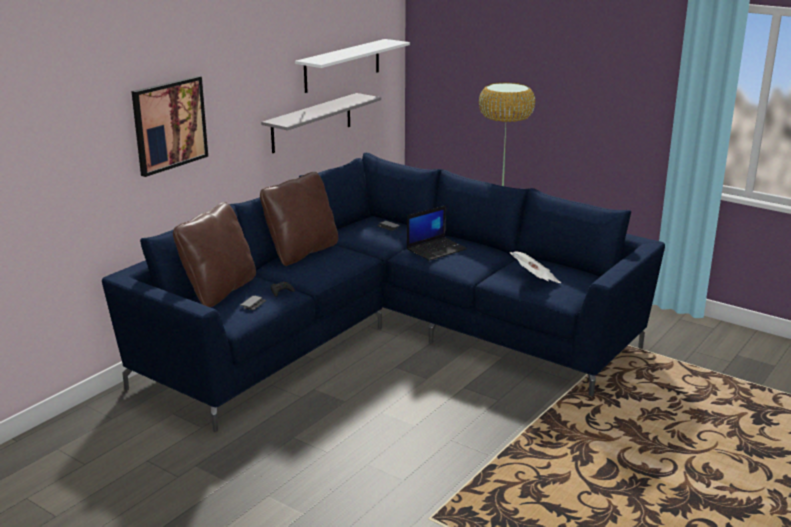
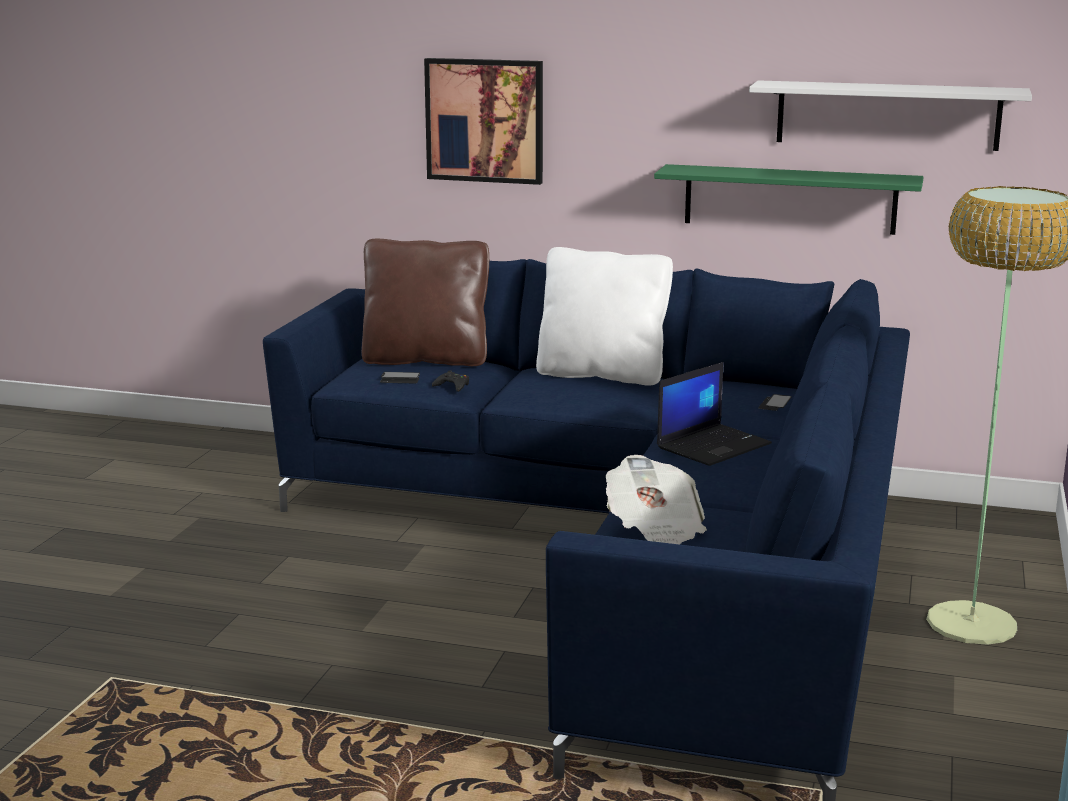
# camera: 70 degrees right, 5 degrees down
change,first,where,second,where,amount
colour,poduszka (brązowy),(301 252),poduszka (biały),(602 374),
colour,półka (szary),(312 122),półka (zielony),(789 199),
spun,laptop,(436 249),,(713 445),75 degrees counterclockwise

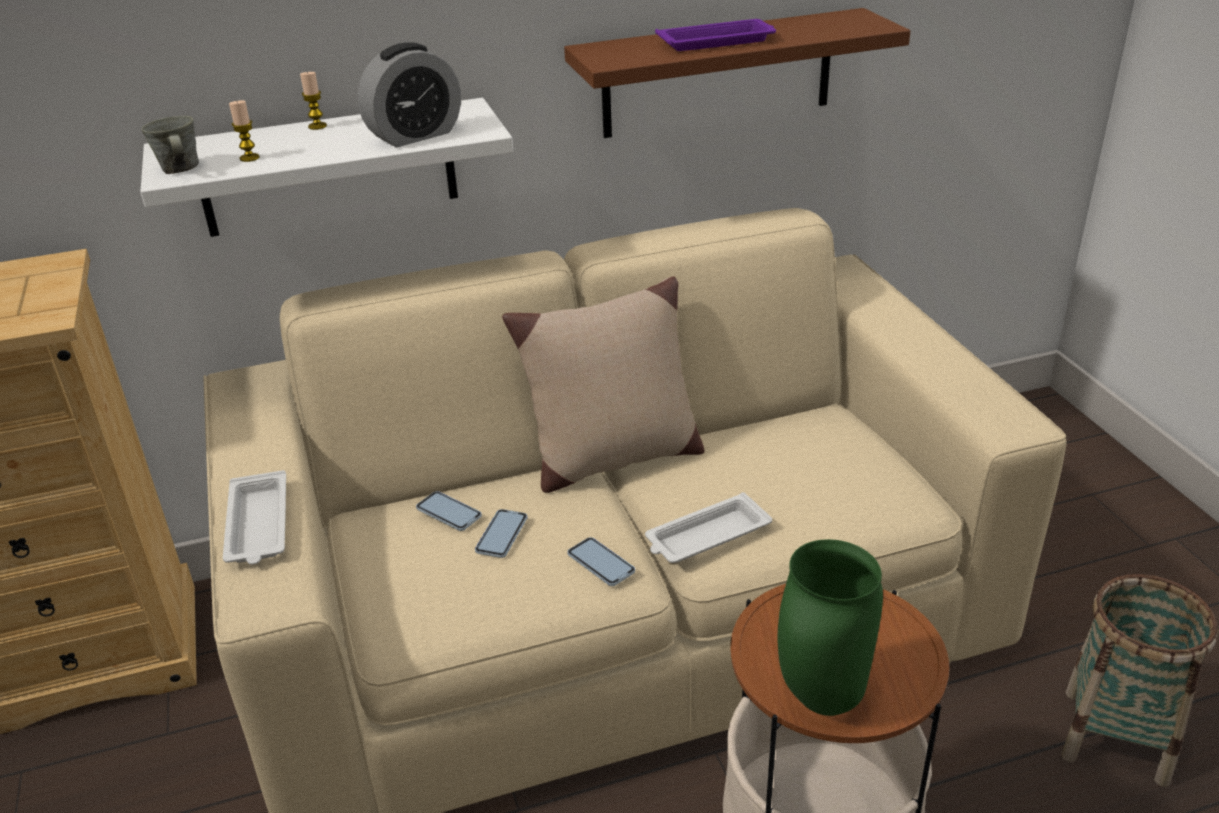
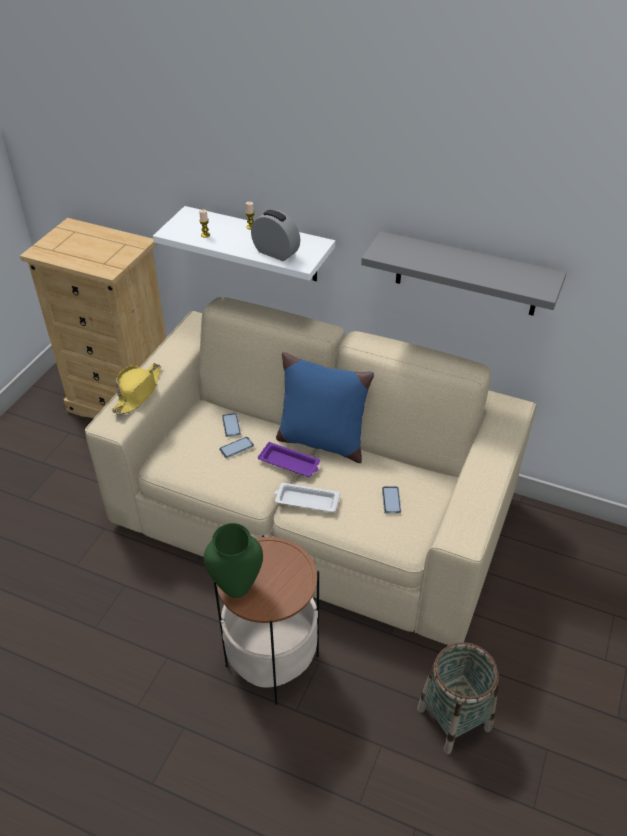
# camera: 40 degrees right, 10 degrees up
change,first,where,second,where,amount
missing,kubek (szary),(180 169),,,
exchanged,taca (biały),(258 526),kapelusz (żółty),(138 392),
spun,budzik,(415 135),,(276 252),150 degrees counterclockwise
colour,poduszka (beżowy),(612 459),poduszka (niebieski),(321 441),
colour,półka (brązowy),(718 74),półka (szary),(466 274),
relocated,telefon,(601 563),,(391 500),
relocated,taca (fioletowy),(717 41),,(290 463),

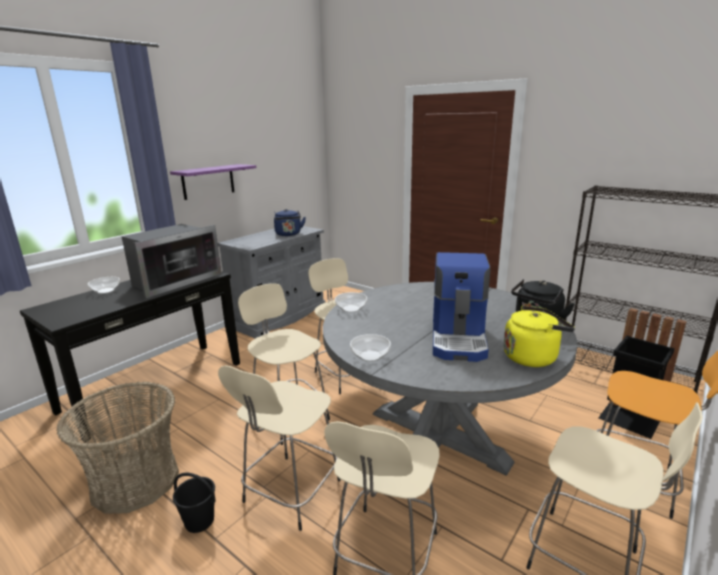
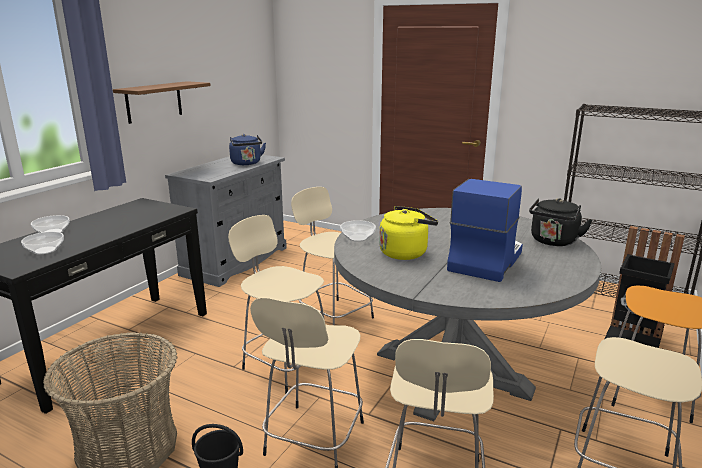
# camera: 10 degrees left, 0 degrees up
change,first,where,second,where,amount
missing,mikrofalówka,(174 281),,,
colour,półka (fioletowy),(208 181),półka (brązowy),(154 102),
relocated,miska,(371 356),,(46 250),
spun,ekspres do kawy,(459 338),,(484 260),150 degrees counterclockwise
relocated,czajnik (żółty),(532 357),,(406 252),

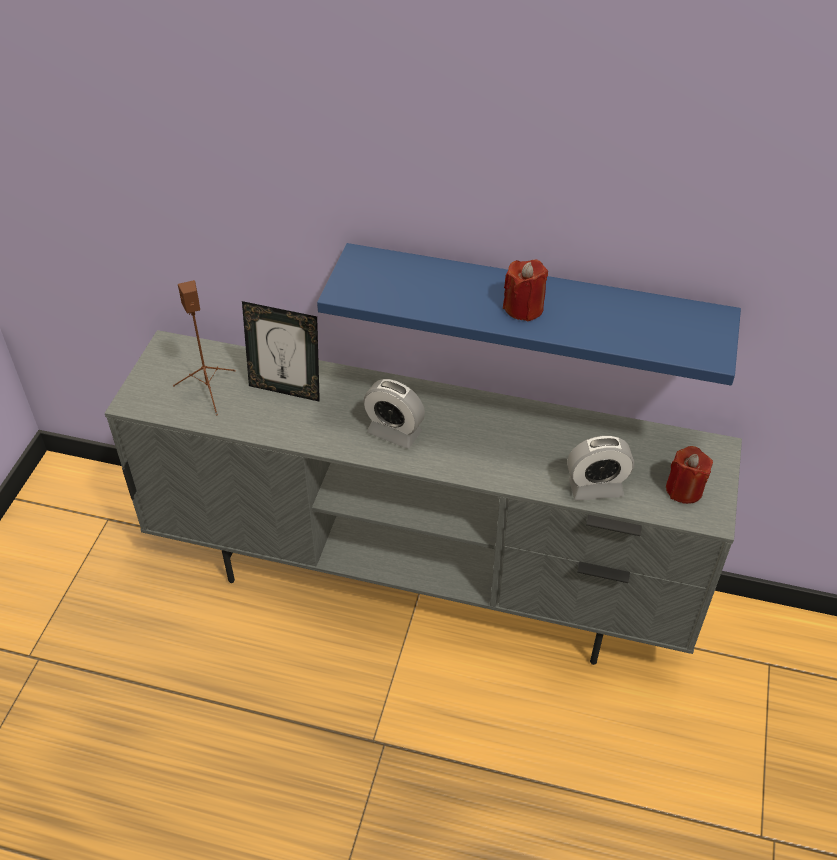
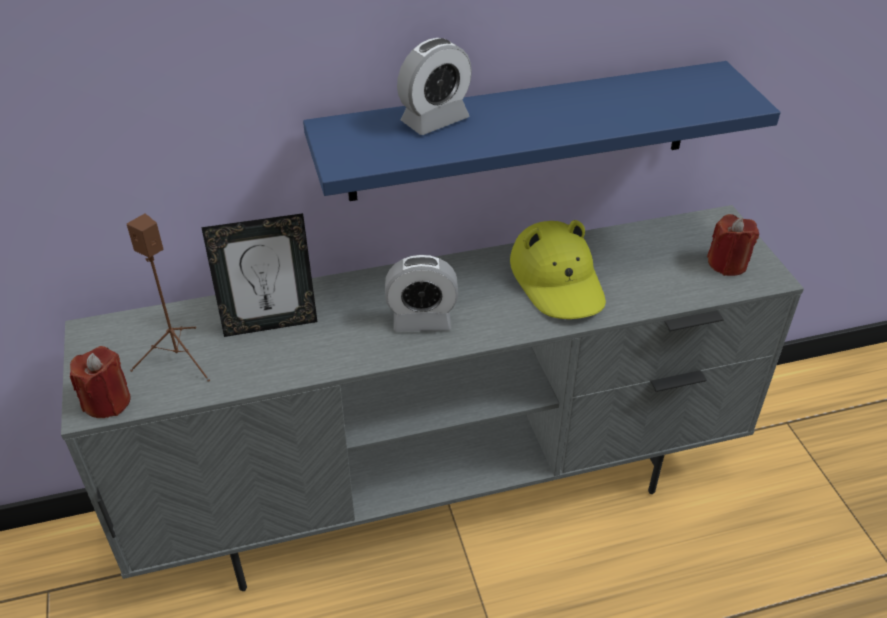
# camera: 30 degrees left, 5 degrees down
change,first,where,second,where,amount
relocated,świeca (czerwony),(523 308),,(107 402),
relocated,budzik,(595 488),,(435 120),
appeared,,,kapelusz (żółty),(558 281),

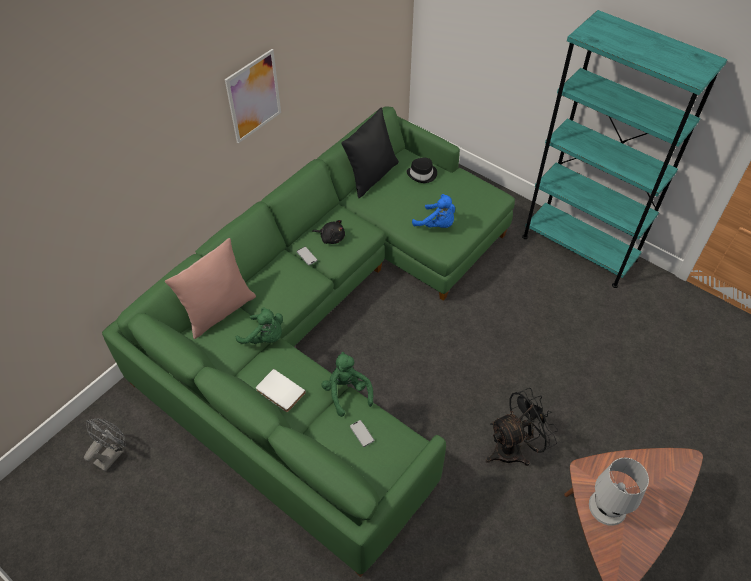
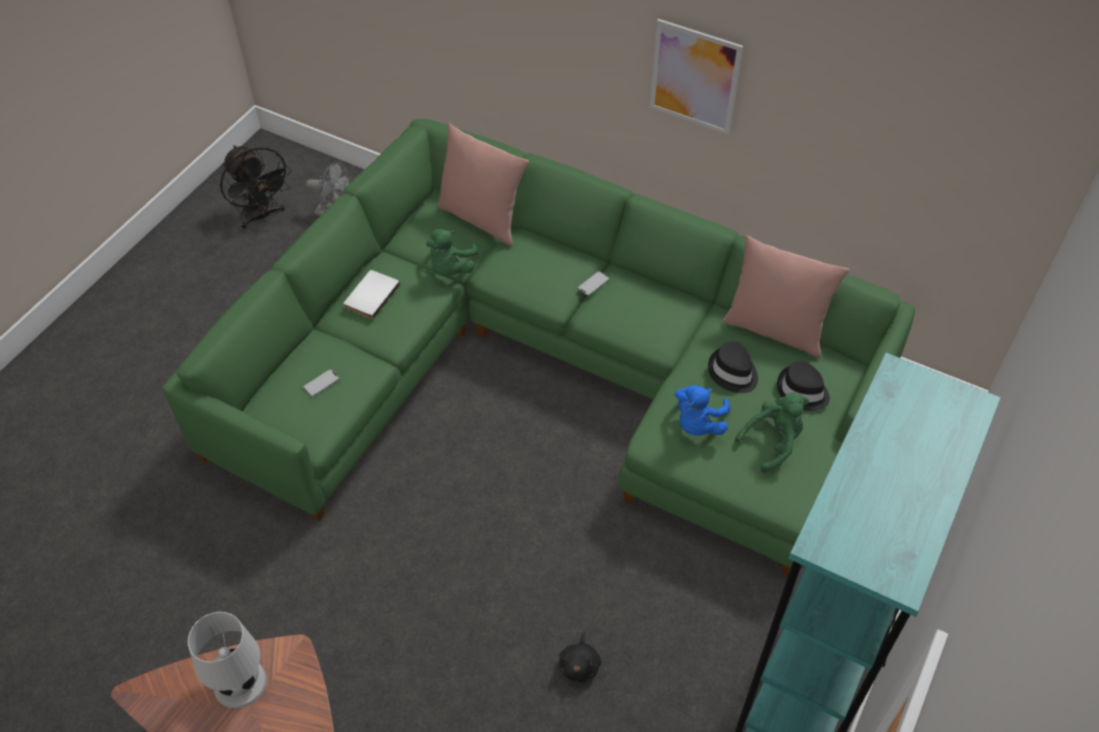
# camera: 80 degrees right, 0 degrees up
change,first,where,second,where,amount
relocated,pluszak (czarny),(331 238),,(580 664),
relocated,pluszak (zielony),(347 392),,(773 442),
colour,poduszka (czarny),(371 176),poduszka (różowy),(775 329),
relocated,wentylator (czarny),(513 449),,(262 216),
appeared,,,kapelusz (czarny),(732 372),

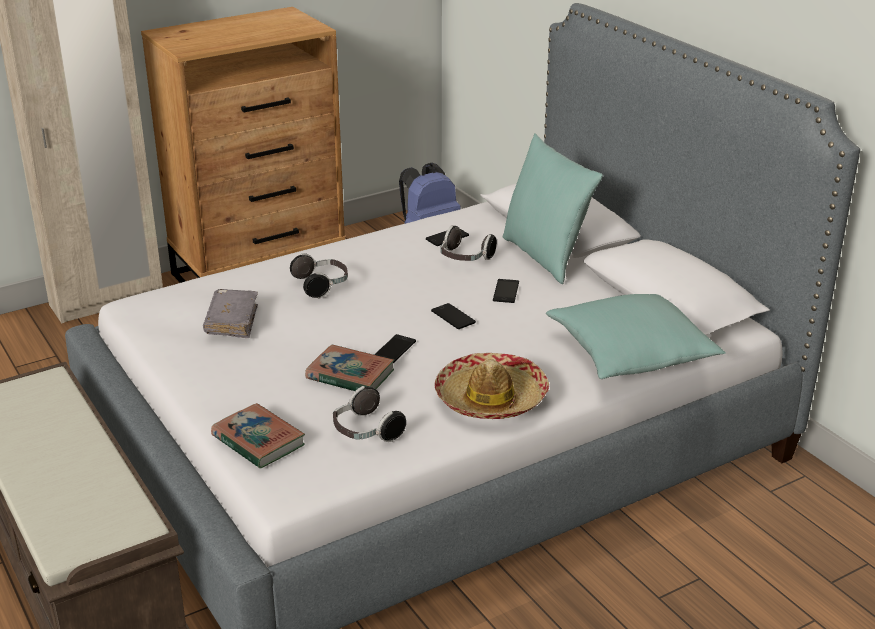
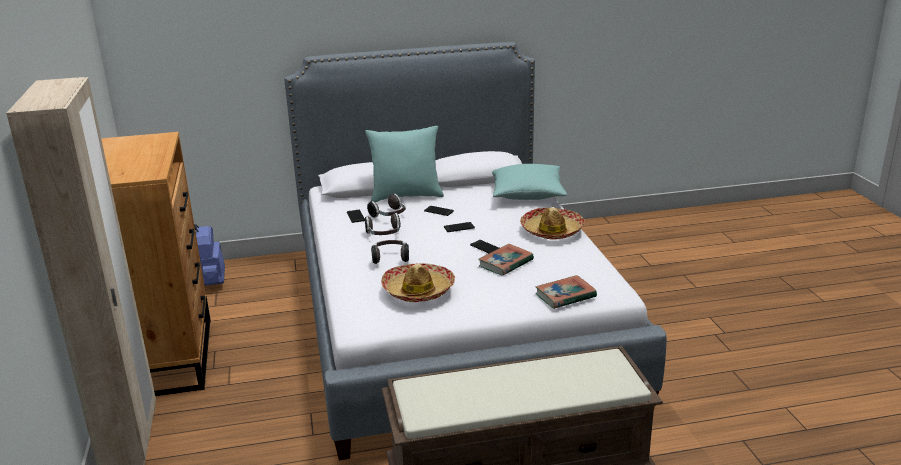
# camera: 70 degrees left, 5 degrees down
change,first,where,second,where,amount
exchanged,książka (szary),(232 321),kapelusz,(418 290),
relocated,słuchawki,(365 432),,(384 234),

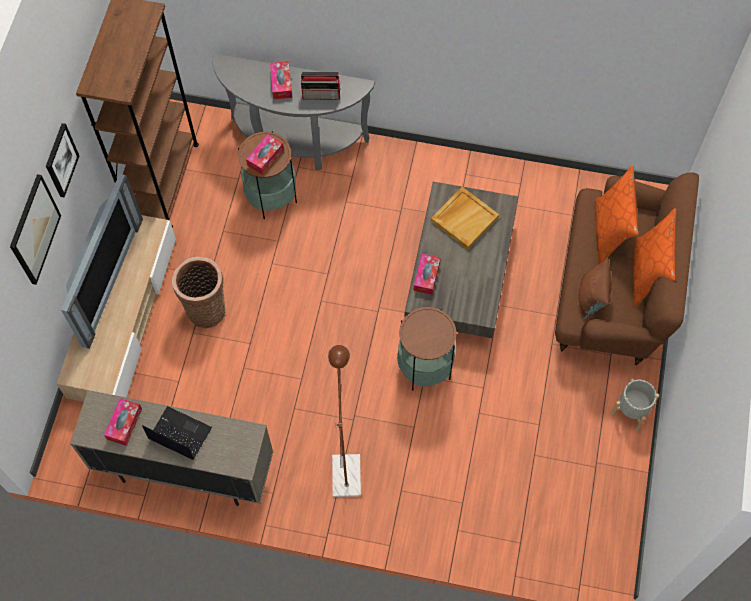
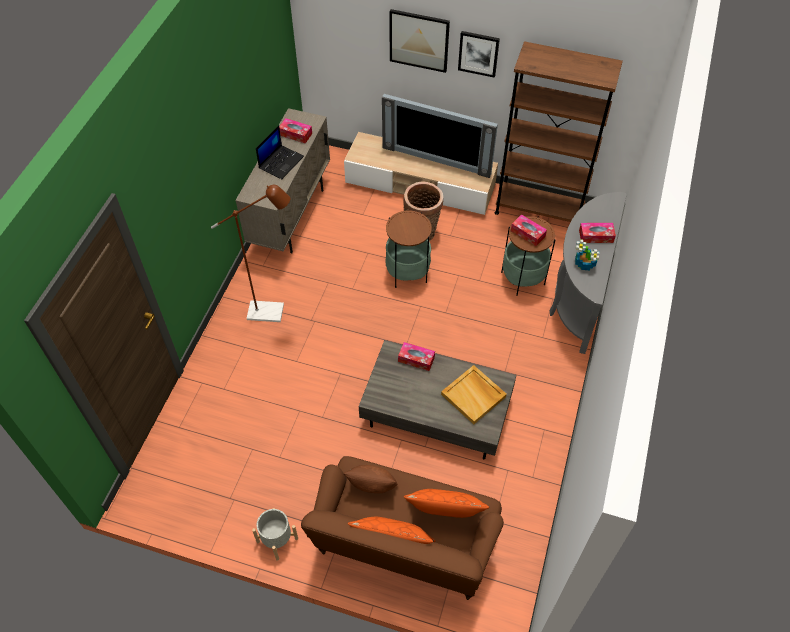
# camera: 95 degrees right, 10 degrees down
change,first,where,second,where,amount
exchanged,radio,(322 94),roślina doniczkowa,(585 264),
relocated,stolik,(425 367),,(407 272),

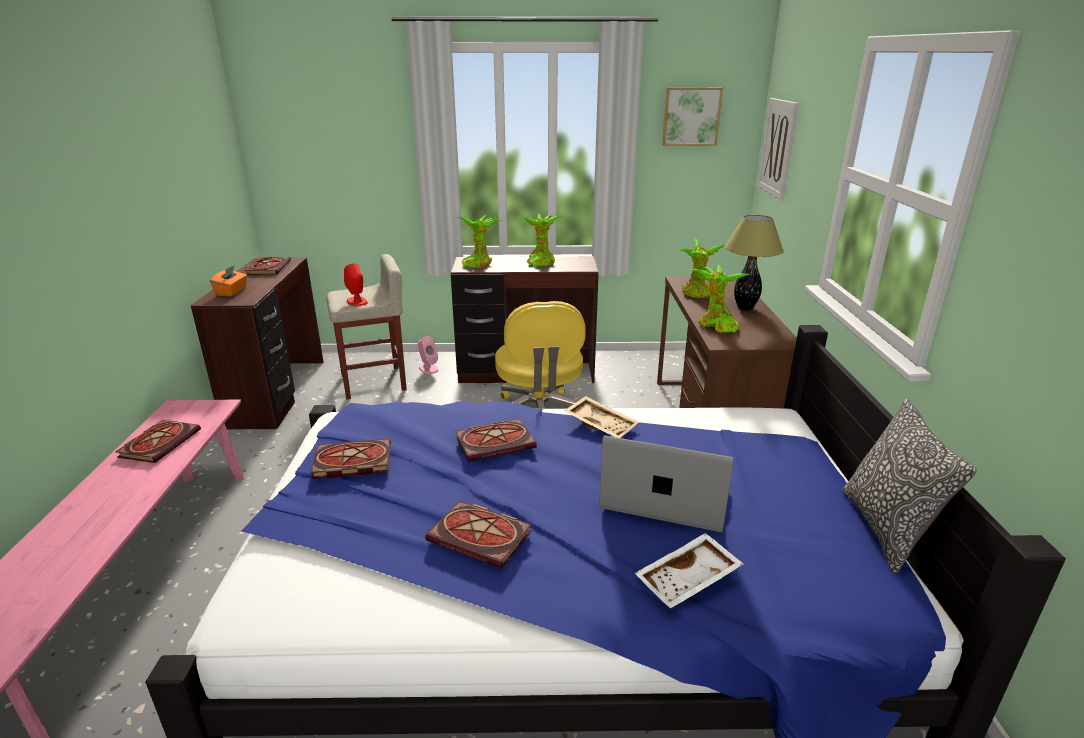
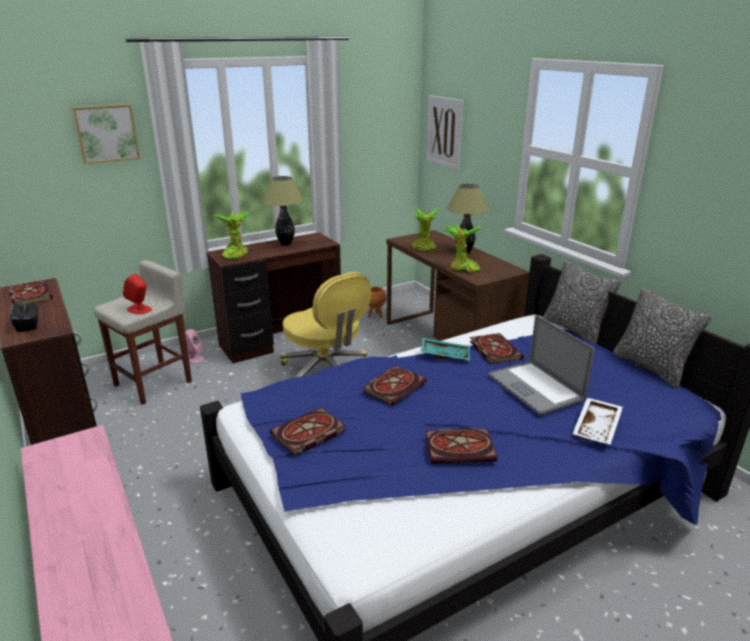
# camera: 30 degrees left, 0 degrees up
change,first,where,second,where,amount
relocated,książka,(160 442),,(493 350),
colour,pudełko chusteczek (pomarańczowy),(232 292),pudełko chusteczek (czarny),(28 325),
exchanged,roślina doniczkowa,(540 262),lampa stołowa,(285 243),
colour,taca (beżowy),(601 424),taca (turkusowy),(445 355),
spun,laptop,(665 497),,(535 387),105 degrees counterclockwise
relocated,obraz,(691 116),,(106 133),
appeared,,,donica (pomarańczowy),(375 315),
appeared,,,poduszka,(574 330),

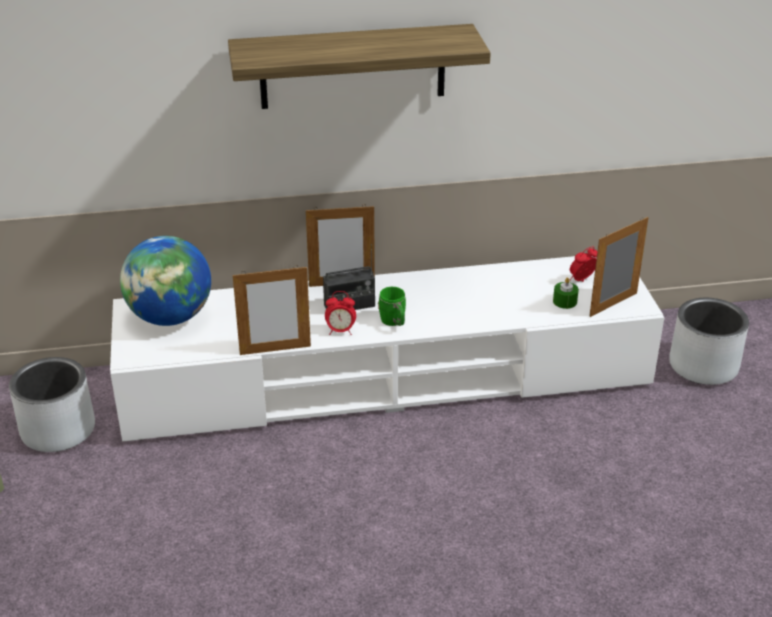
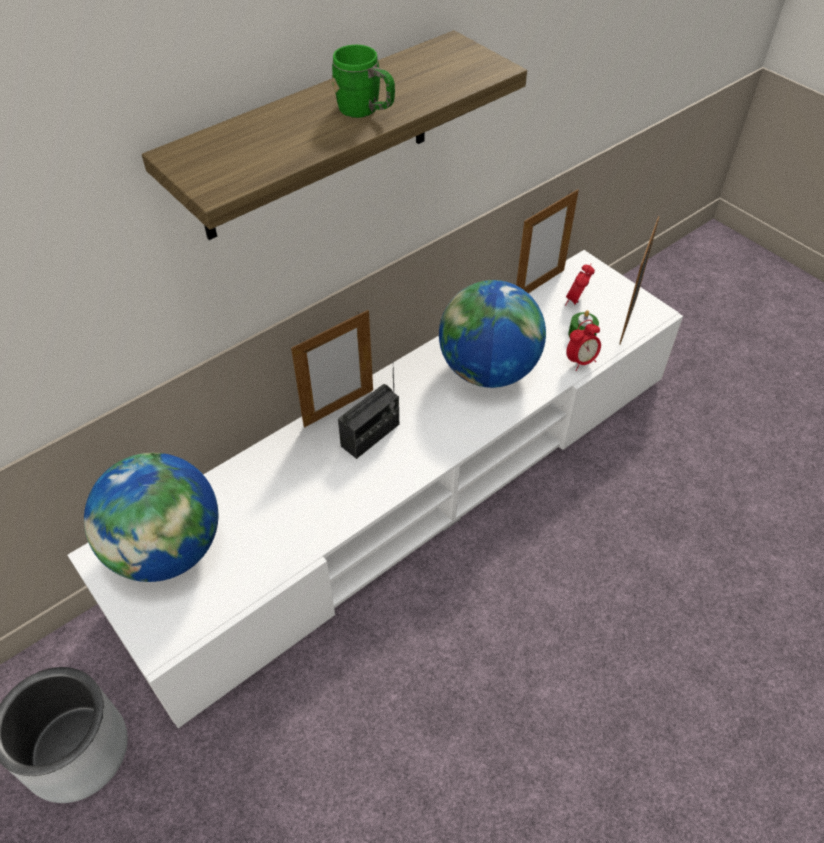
# camera: 30 degrees left, 15 degrees up
change,first,where,second,where,amount
relocated,ramka na zdjęcie,(275 350),,(539 285),
relocated,budzik,(340 331),,(580 361),
relocated,kubek (zielony),(394 323),,(365 111),
missing,donica (szary),(703 365),,,
appeared,,,globus,(487 371),

